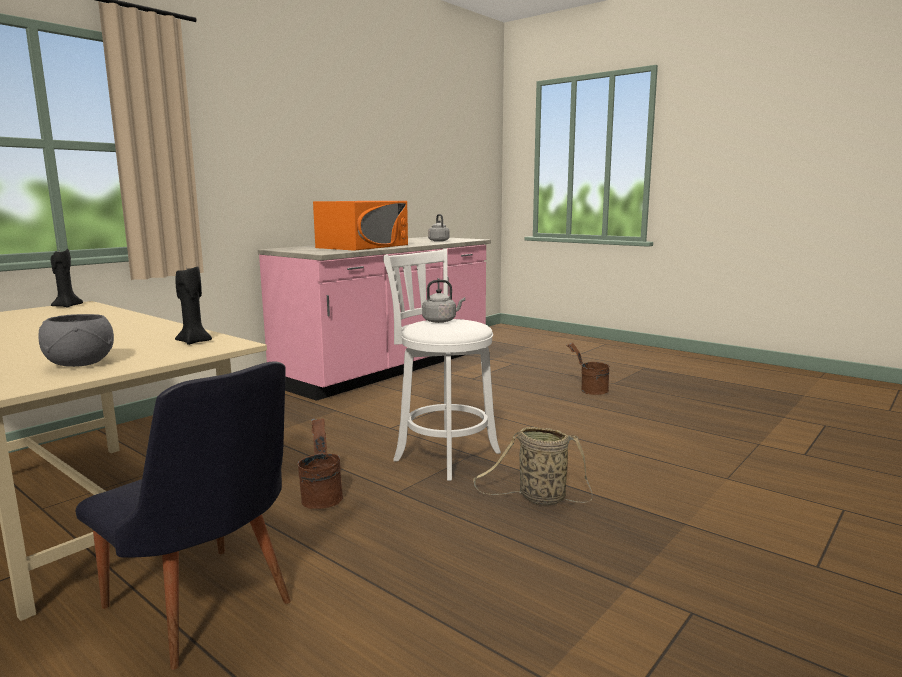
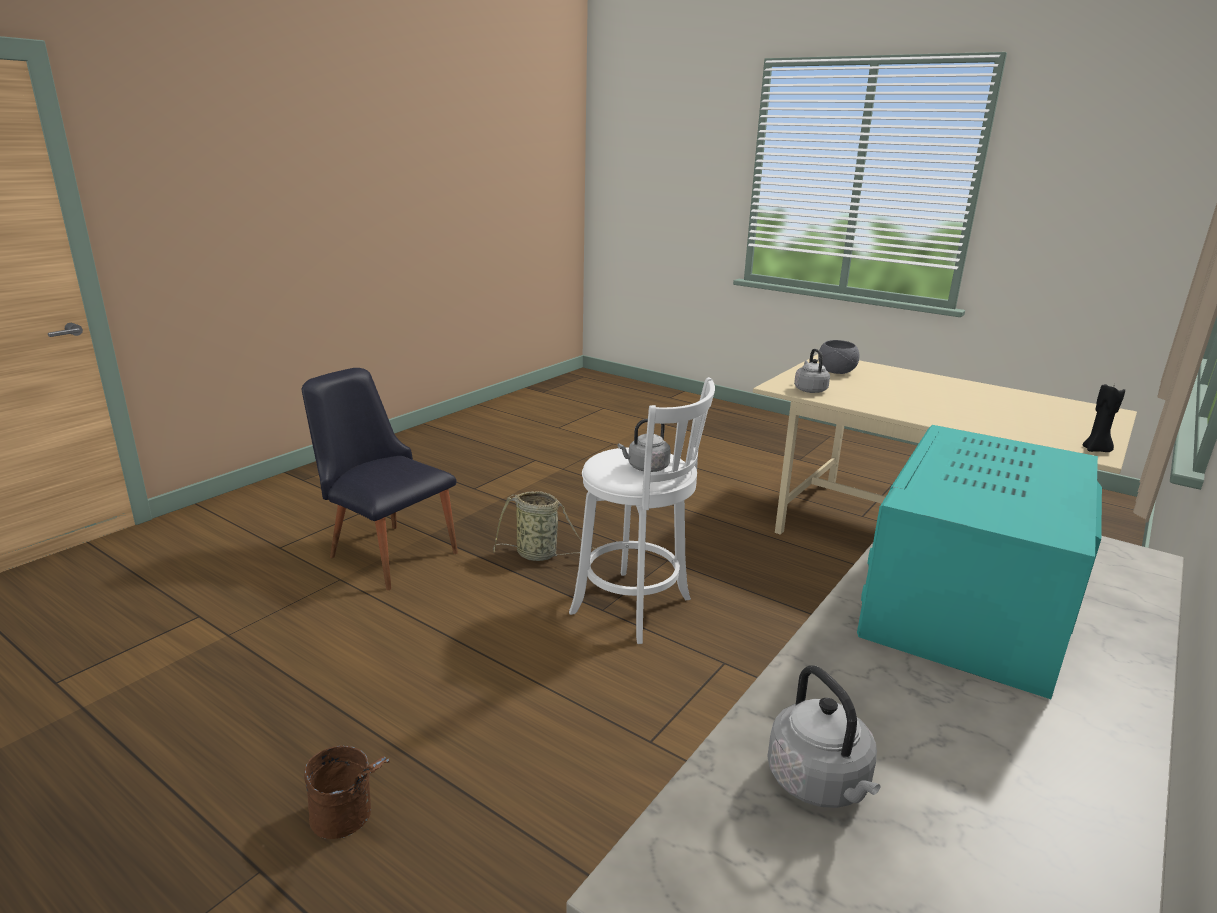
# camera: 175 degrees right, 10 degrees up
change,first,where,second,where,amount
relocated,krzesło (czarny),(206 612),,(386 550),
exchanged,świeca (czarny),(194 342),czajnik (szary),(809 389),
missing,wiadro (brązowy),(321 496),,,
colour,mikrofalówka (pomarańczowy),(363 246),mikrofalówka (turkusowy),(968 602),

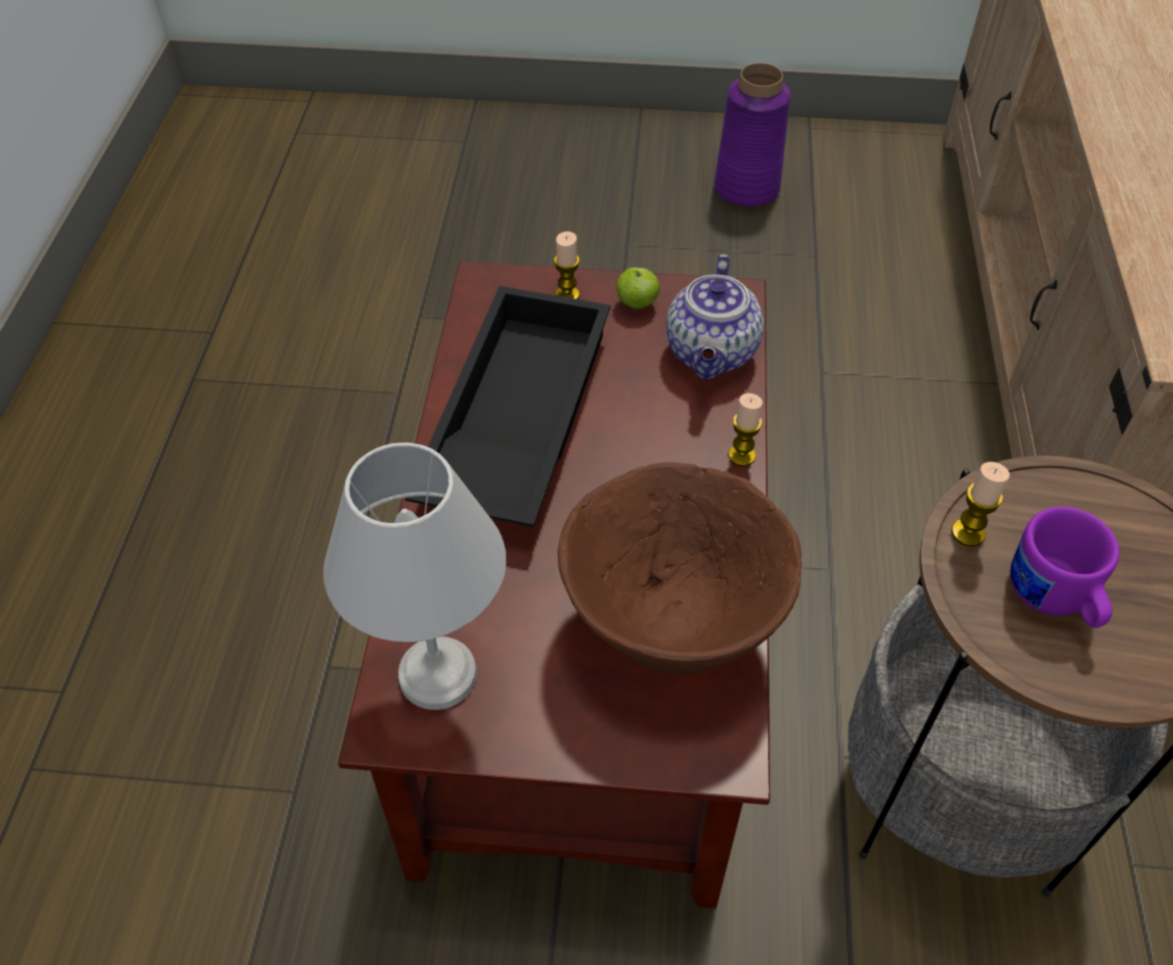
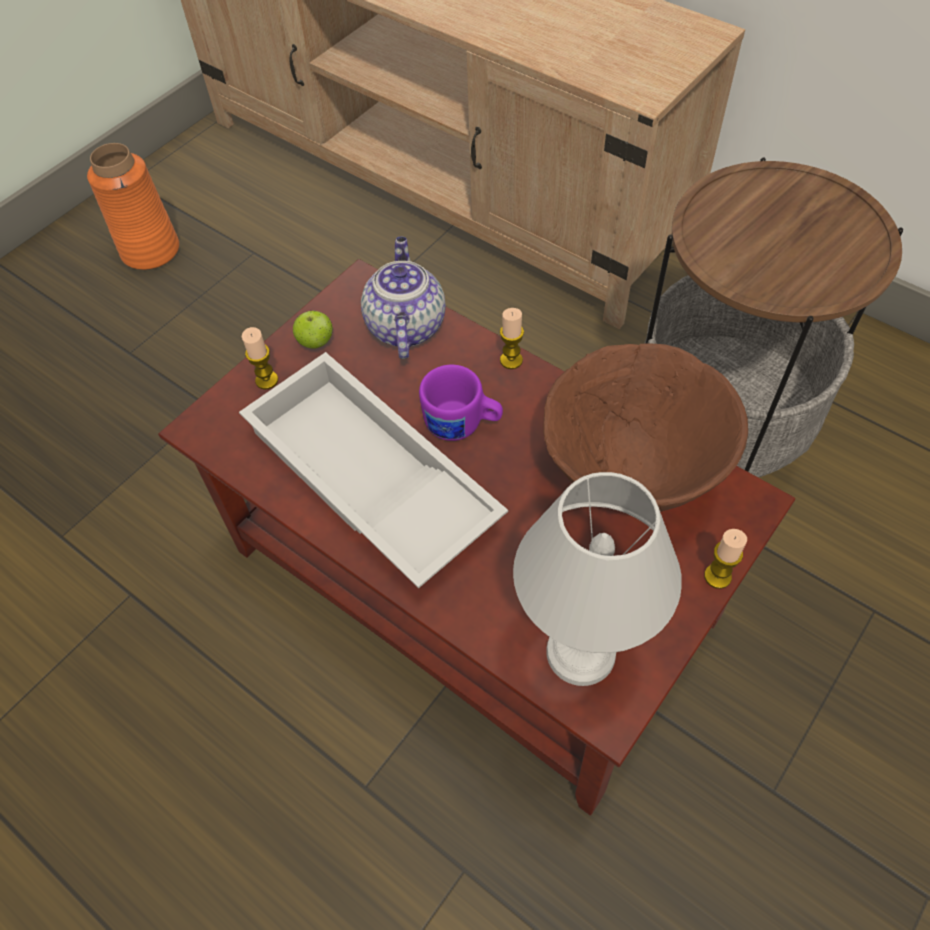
# camera: 55 degrees left, 5 degrees up
change,first,where,second,where,amount
colour,taca (czarny),(513 419),taca (biały),(367 480),
spun,imbryk,(712 354),,(405 326),135 degrees counterclockwise
colour,wazon (fioletowy),(747 188),wazon (pomarańczowy),(151 250),
relocated,świeca,(968 533),,(717 576),
relocated,kubek (fioletowy),(1053 600),,(462 425),

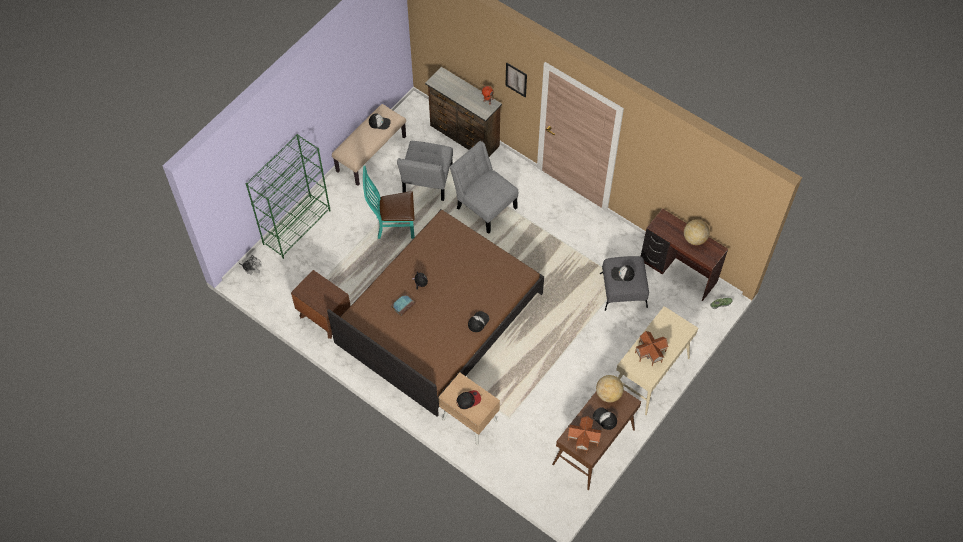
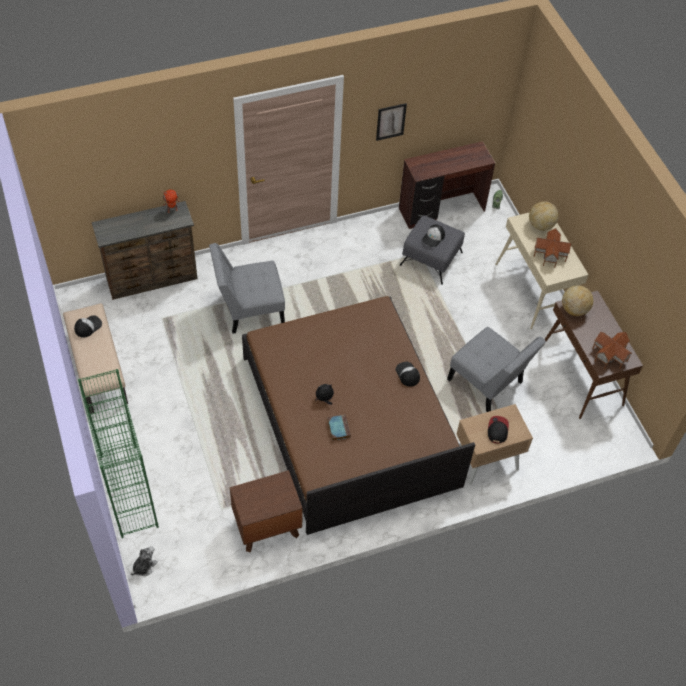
# camera: 60 degrees left, 5 degrees down
change,first,where,second,where,amount
missing,krzesło (turkusowy),(392 226),,,
relocated,krzesło (szary),(426 182),,(488 384),
relocated,obraz,(516 79),,(391 121),
missing,czapka z daszkiem,(604 419),,,
relocated,globus,(694 239),,(540 225),

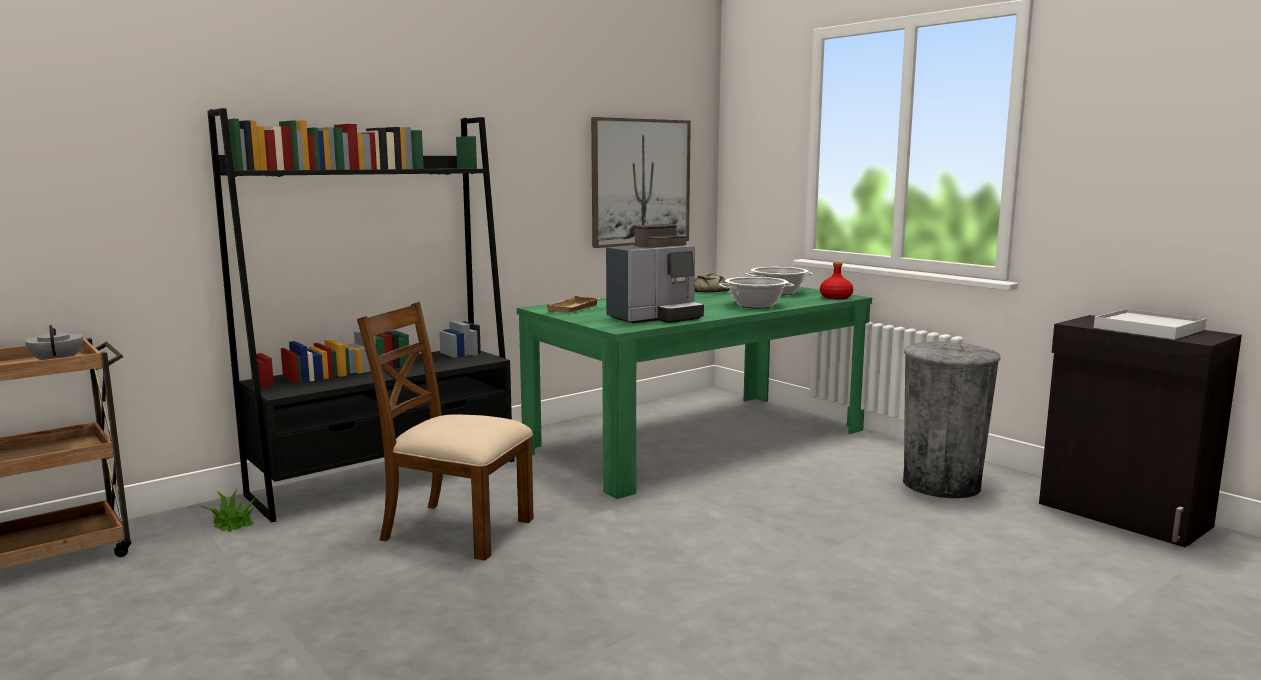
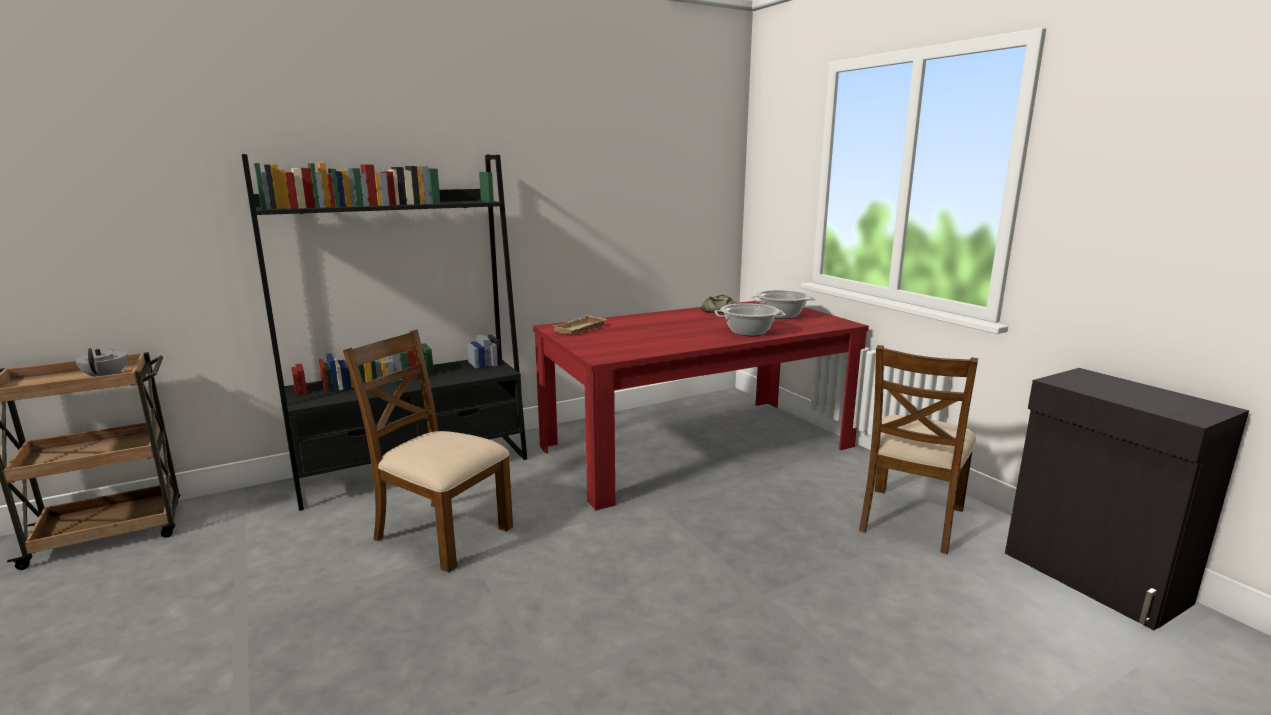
# camera: 10 degrees right, 5 degrees up
change,first,where,second,where,amount
missing,roślina doniczkowa,(233 523),,,
colour,stół jadalny (zielony),(698 439),stół jadalny (czerwony),(697 447),
missing,obraz,(640 182),,,
missing,ekspres do kawy,(656 317),,,
missing,butelka (czerwony),(835 297),,,
exchanged,kosz na śmieci (szary),(941 484),krzesło (brązowy),(910 519),
missing,taca (biały),(1148 329),,,

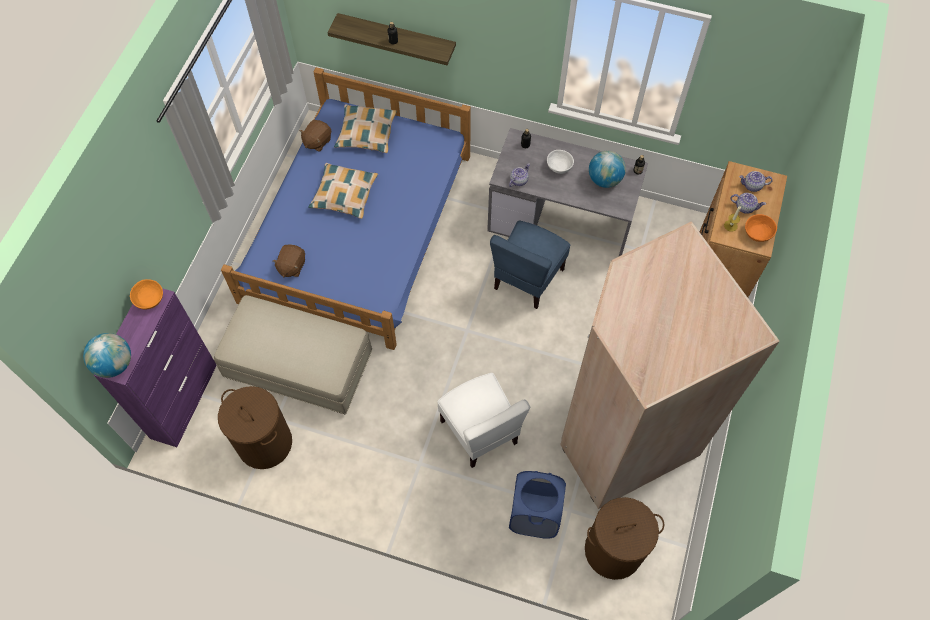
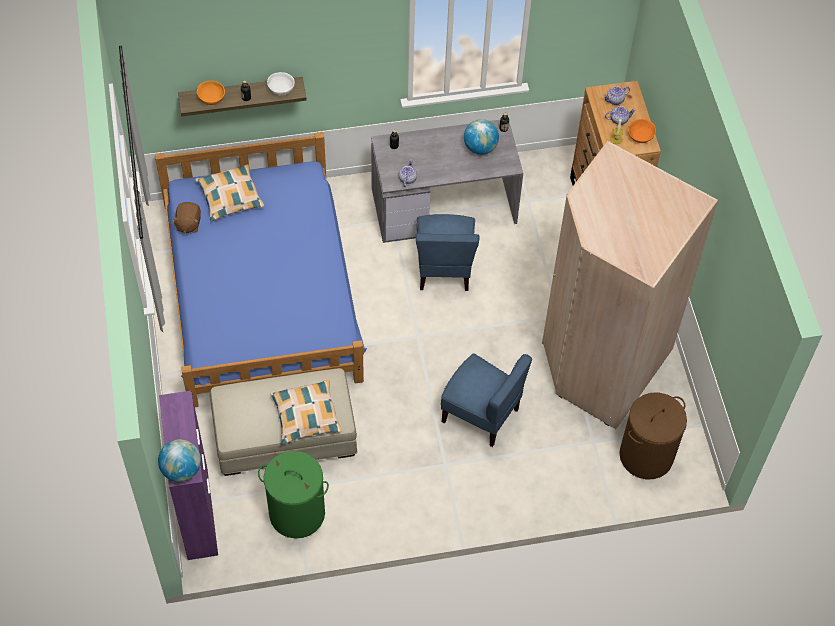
# camera: 30 degrees left, 5 degrees down
change,first,where,second,where,amount
relocated,miska (pomarańczowy),(149 299),,(211 98),
colour,kosz na pranie (brązowy),(264 443),kosz na pranie (zielony),(296 513),
missing,pluszak (brązowy),(291 266),,,
relocated,poduszka,(344 195),,(306 415),
colour,krzesło (biały),(480 431),krzesło (niebieski),(481 415),
missing,kosz na pranie (niebieski),(534 515),,,
relocated,miska (biały),(559 167),,(281 90),

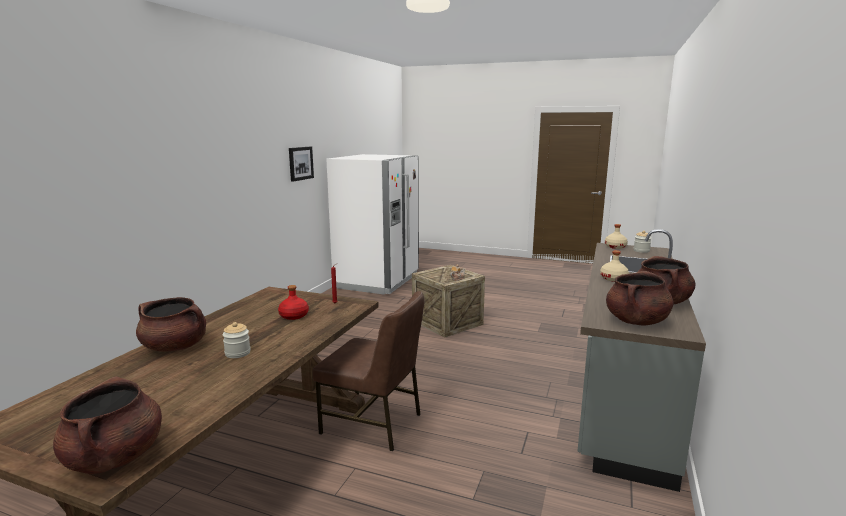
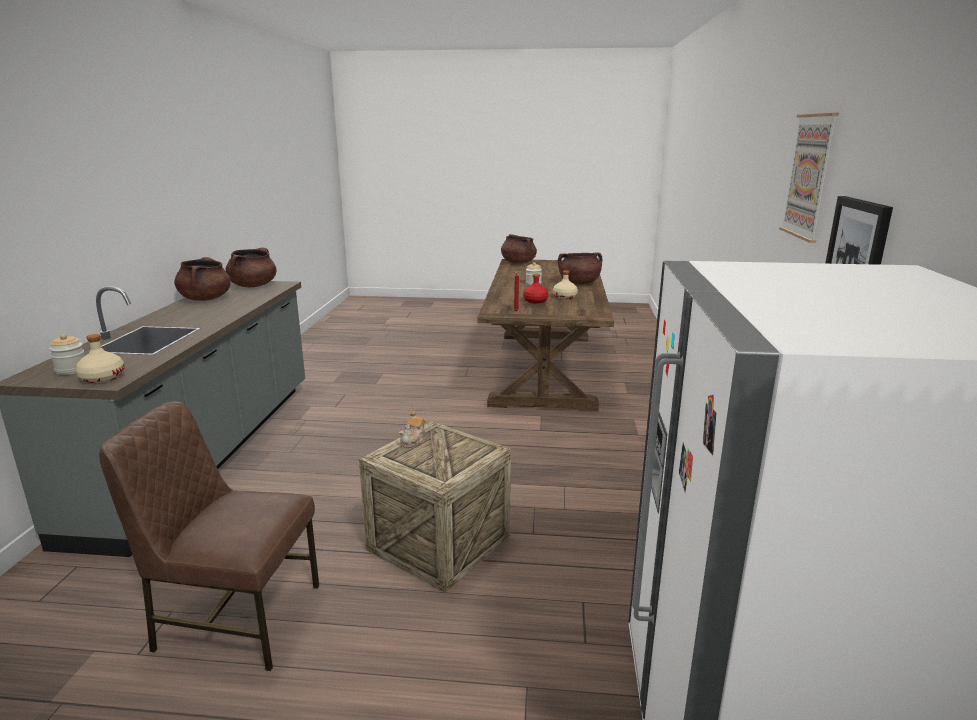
# camera: 165 degrees right, 5 degrees up
change,first,where,second,where,amount
relocated,krzesło (brązowy),(373 423),,(236 617),
relocated,butelka (beżowy),(613 279),,(564 297),
appeared,,,obraz,(809 176),

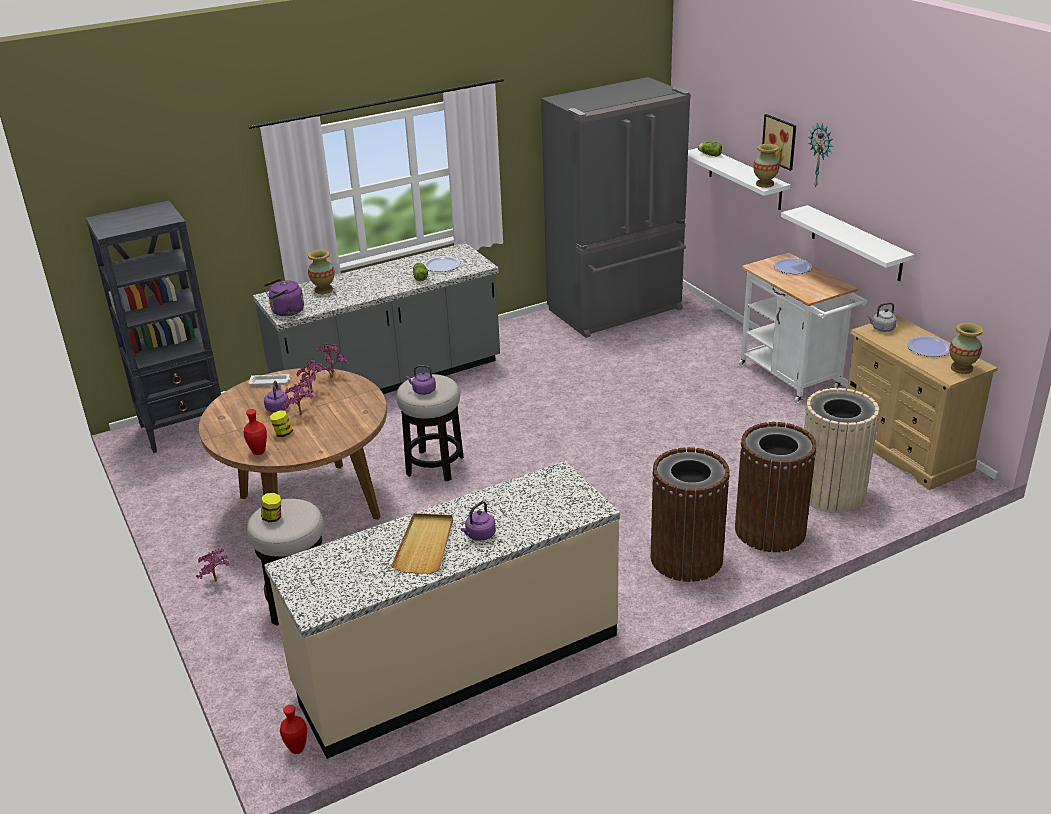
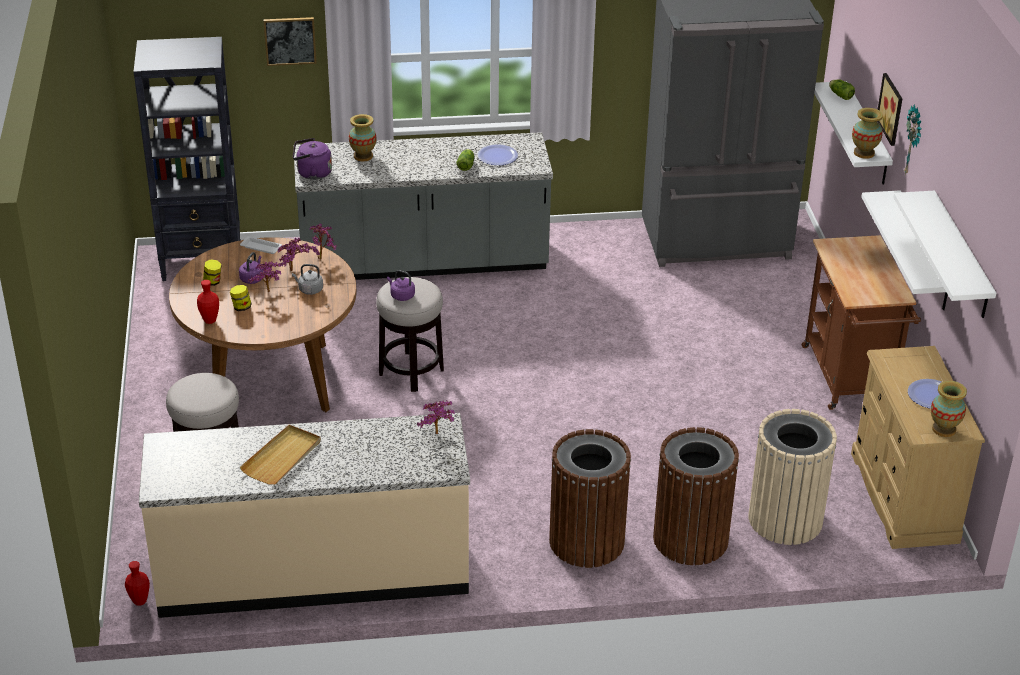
# camera: 20 degrees right, 5 degrees up
change,first,where,second,where,amount
relocated,roślina doniczkowa,(217 582),,(438 435),
relocated,słoik,(273 518),,(213 282),
missing,czajnik (fioletowy),(479 535),,,
colour,wózek (biały),(793 379),wózek (brązowy),(849 380),
missing,talerz,(792 267),,,
relocated,czajnik (szary),(882 329),,(309 290),
appeared,,,obraz,(290 40),
appeared,,,półka (biały),(961 256),

